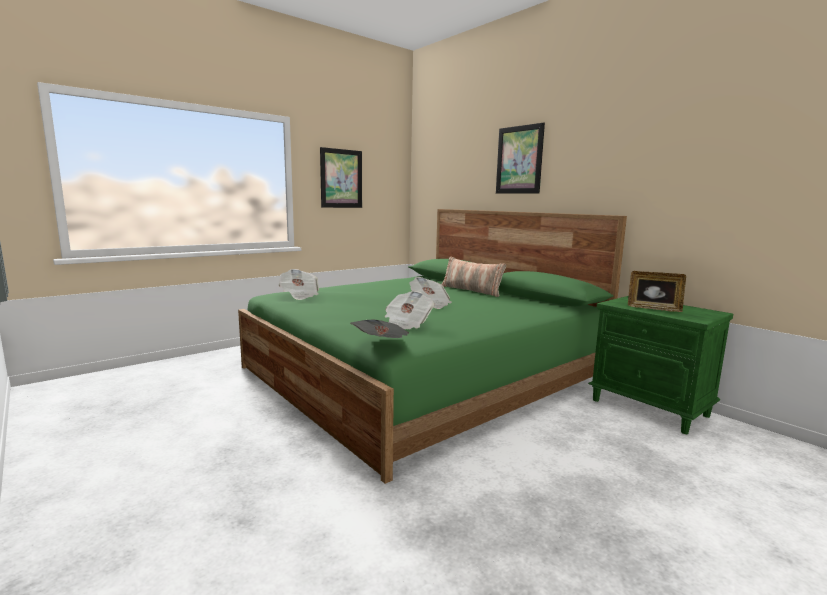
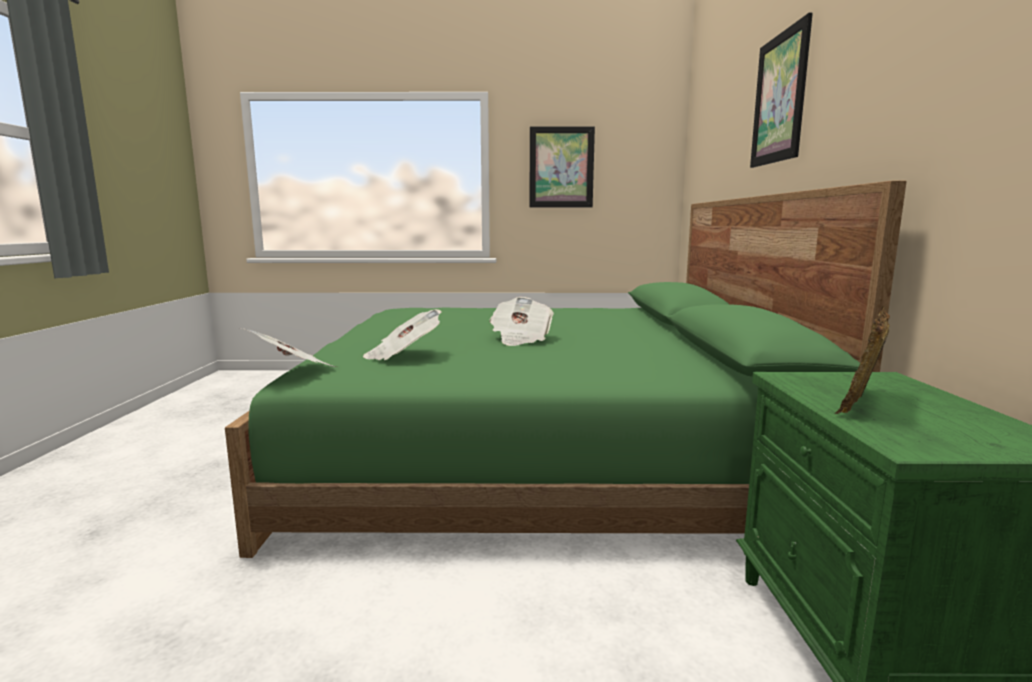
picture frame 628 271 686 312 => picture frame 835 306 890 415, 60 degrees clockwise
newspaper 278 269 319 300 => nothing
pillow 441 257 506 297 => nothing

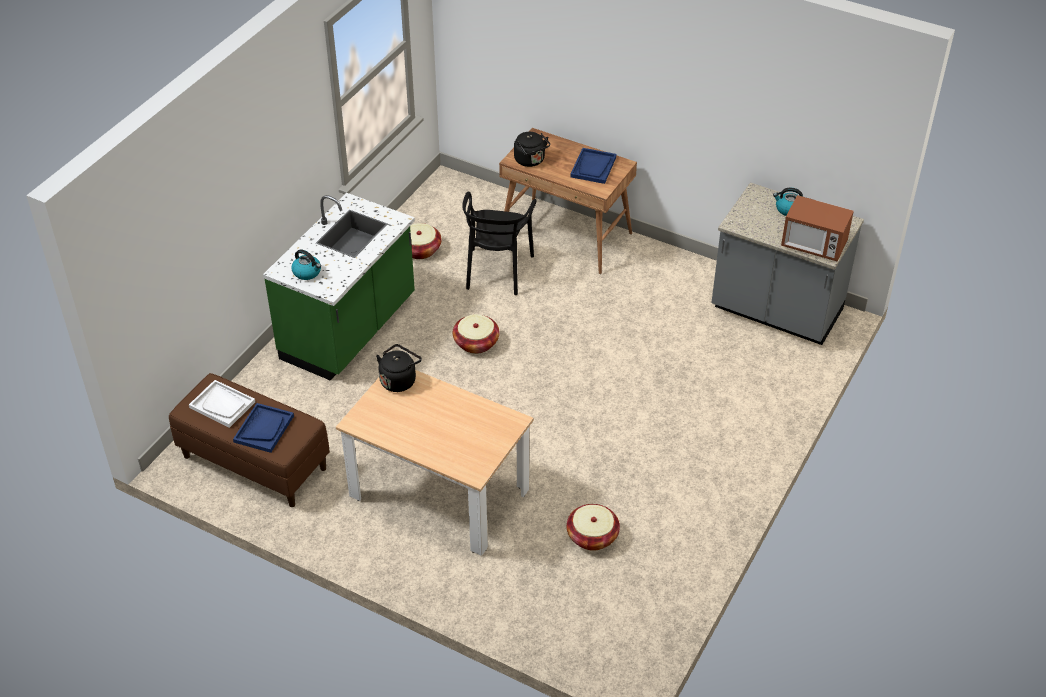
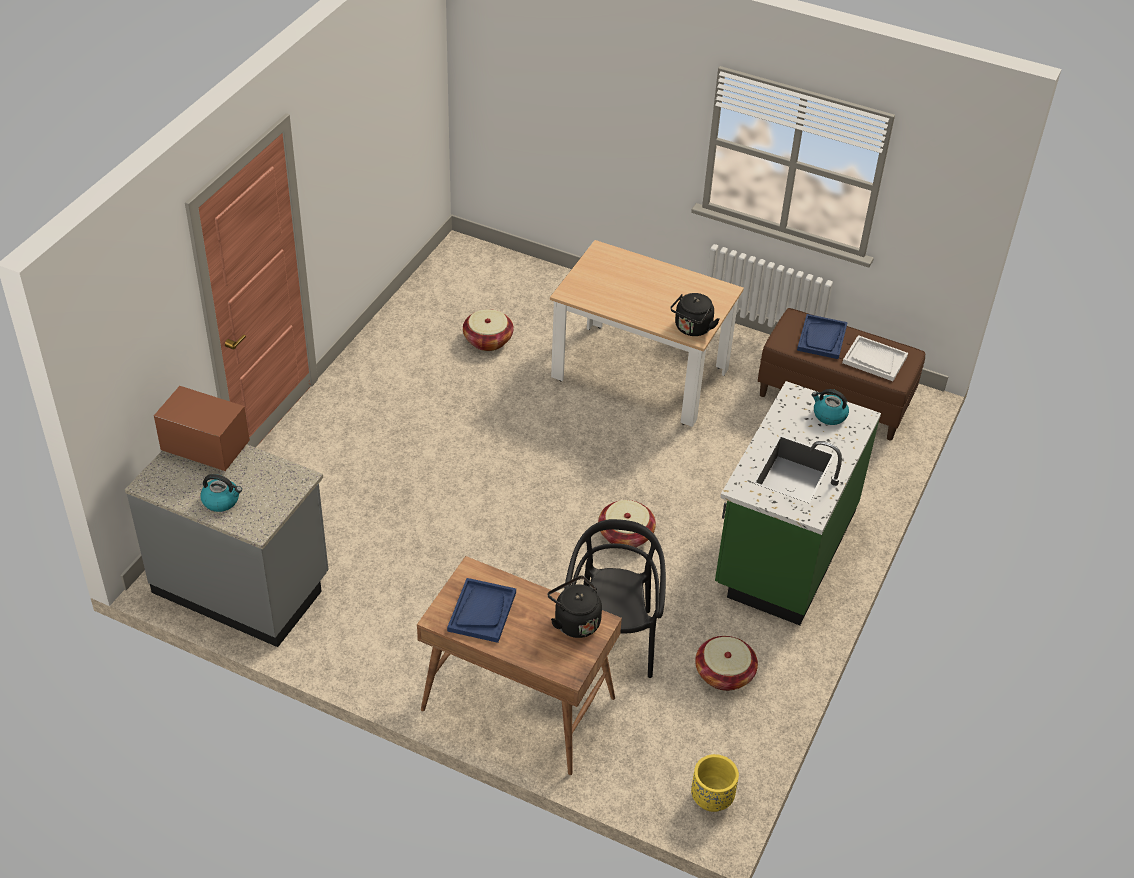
nothing => planter (yellow) 691 754 739 812

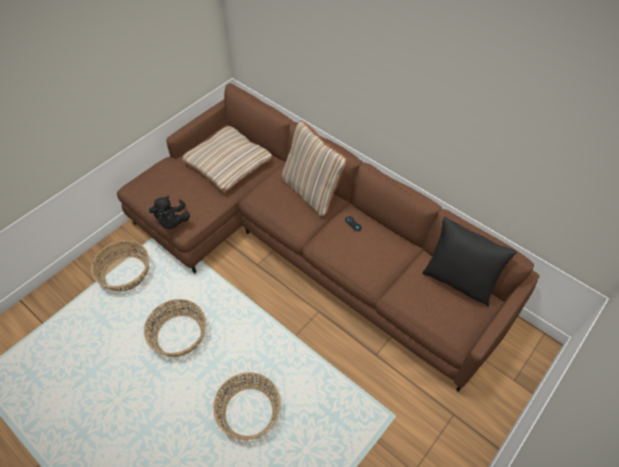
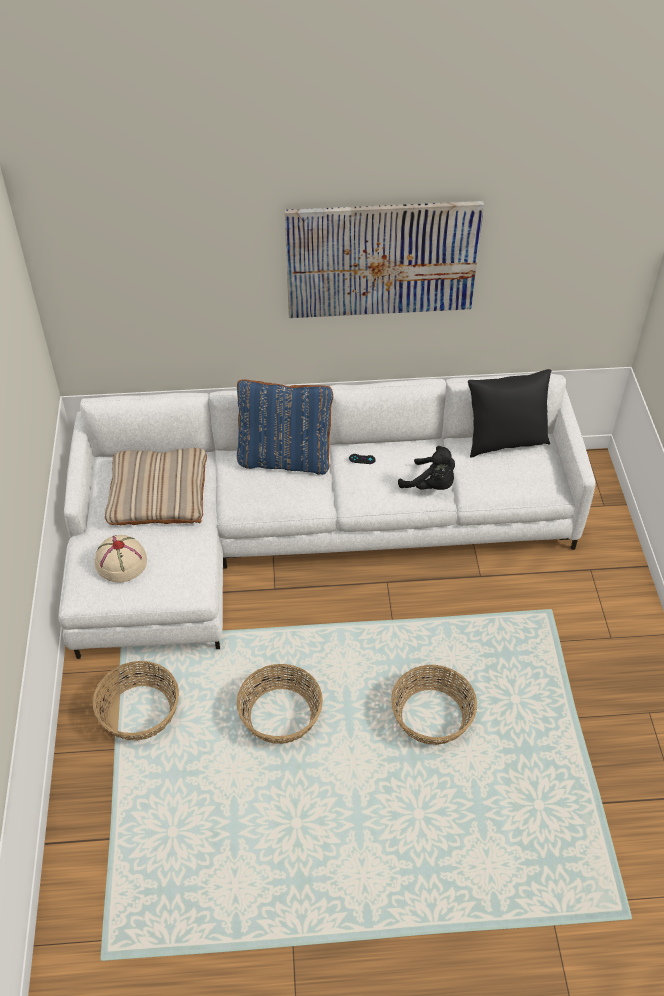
sofa (brown) 117 83 540 392 => sofa (white) 58 374 596 659
nothing => hat (beige) 94 535 147 583
pillow (beige) 282 121 348 216 => pillow (blue) 237 379 333 475
nothing => picture 285 201 484 318
plush toy (black) 149 196 190 229 => plush toy (black) 398 446 455 490, moved

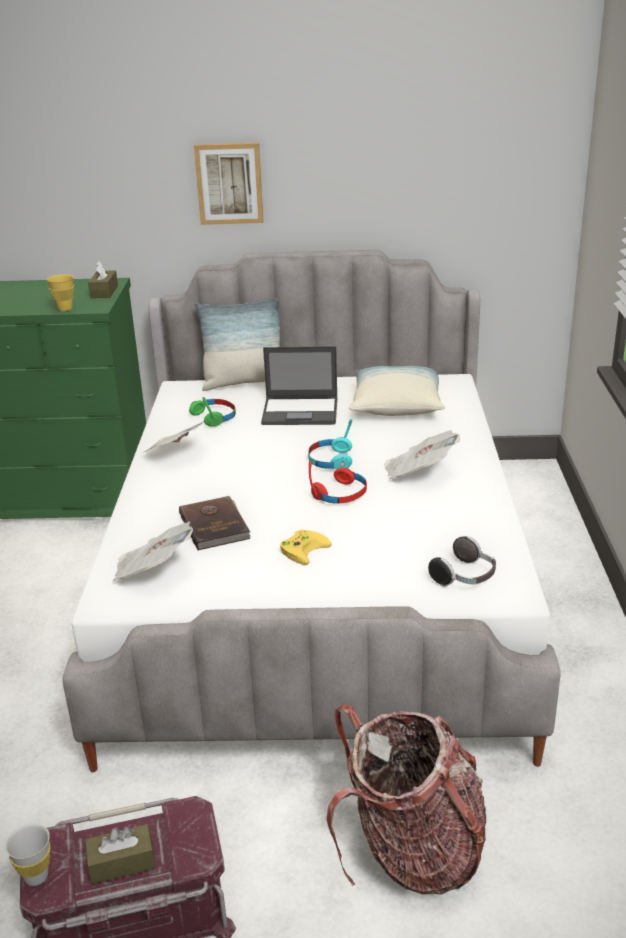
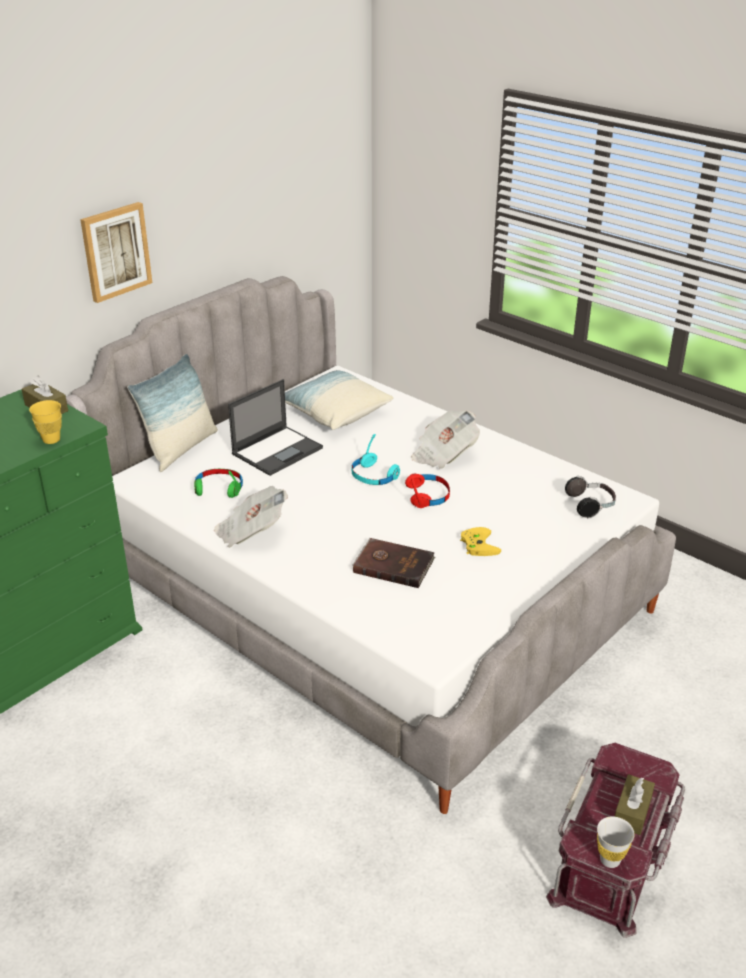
newspaper 113 522 193 581 => nothing
backpack 326 704 486 895 => nothing

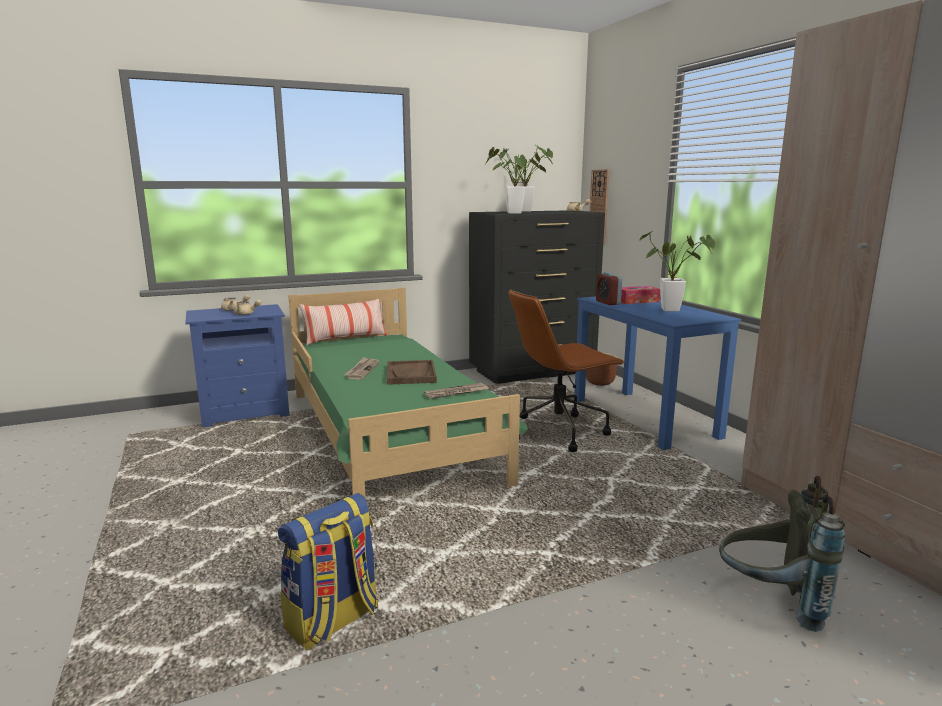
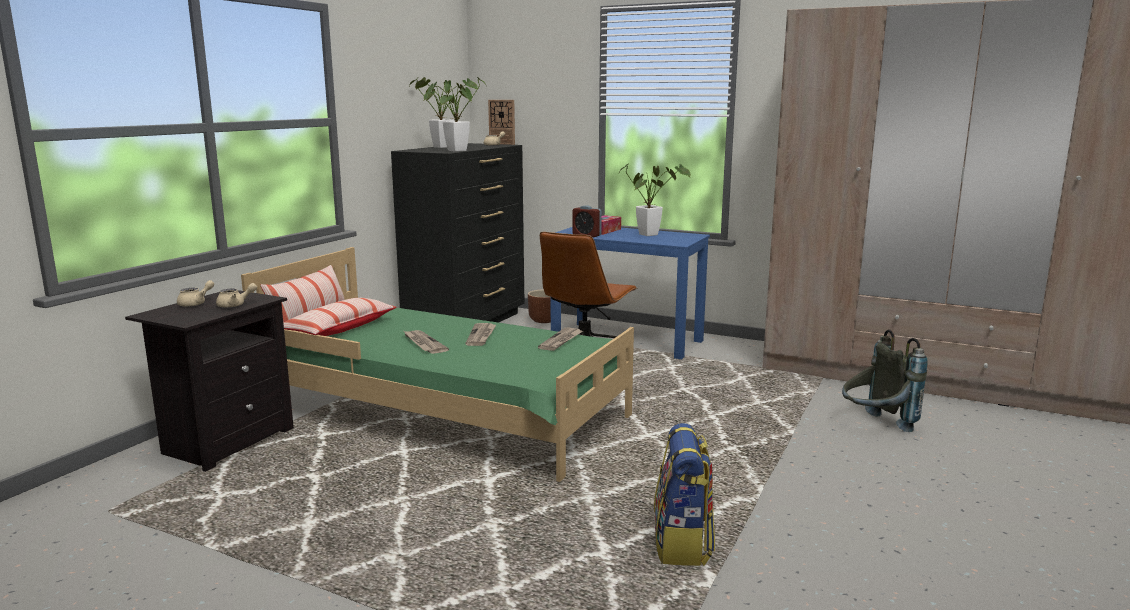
nightstand (blue) 185 304 290 428 => nightstand (black) 125 290 294 472
nothing => pillow 283 298 396 336
tray (brown) 387 360 437 385 => newspaper 465 323 496 346

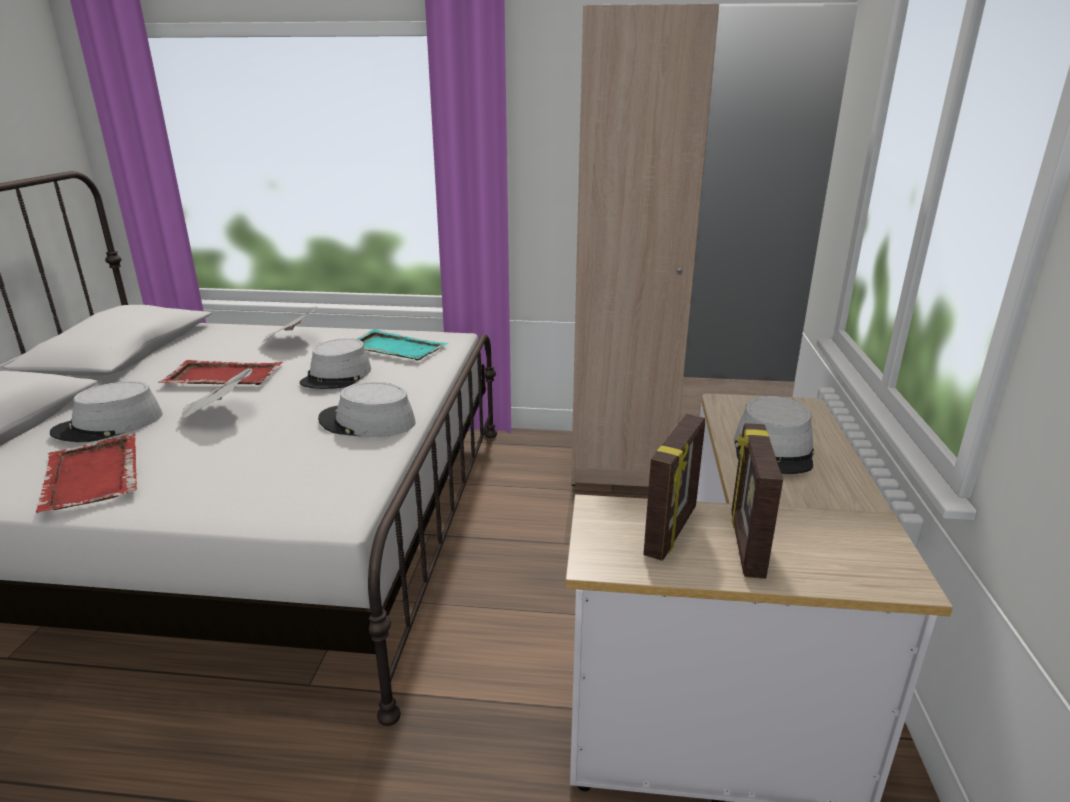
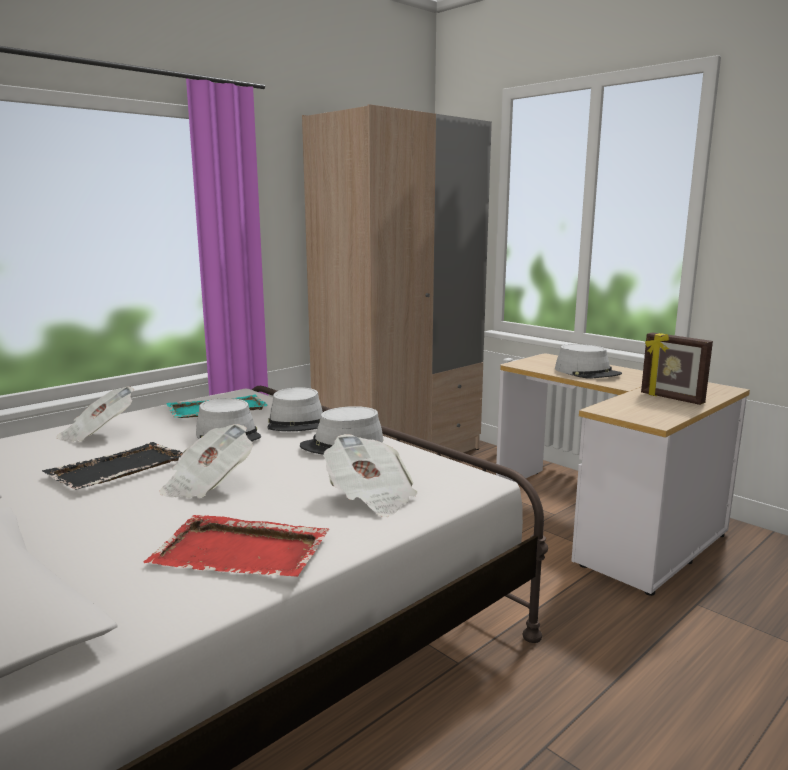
tray (red) 158 360 283 385 => tray (black) 43 442 183 490
hat (grey) 50 381 163 442 => hat (grey) 267 387 323 431, moved
nothing => newspaper 323 434 417 517
picture frame 643 414 705 561 => nothing

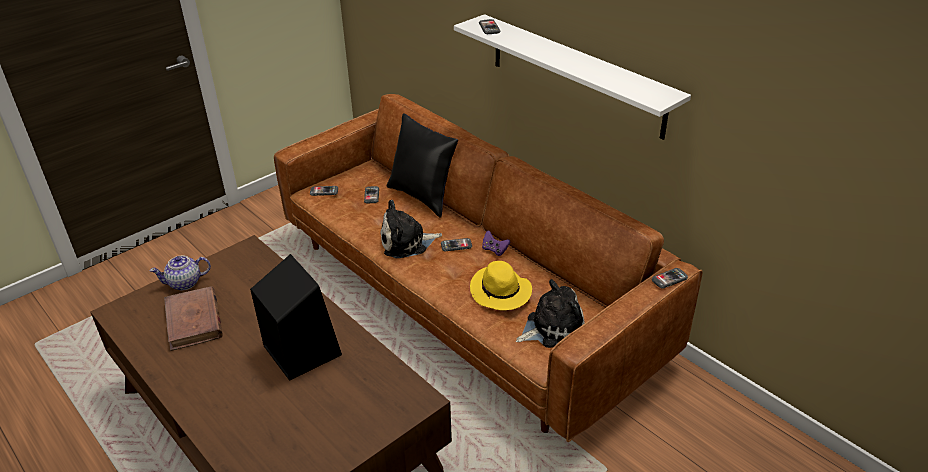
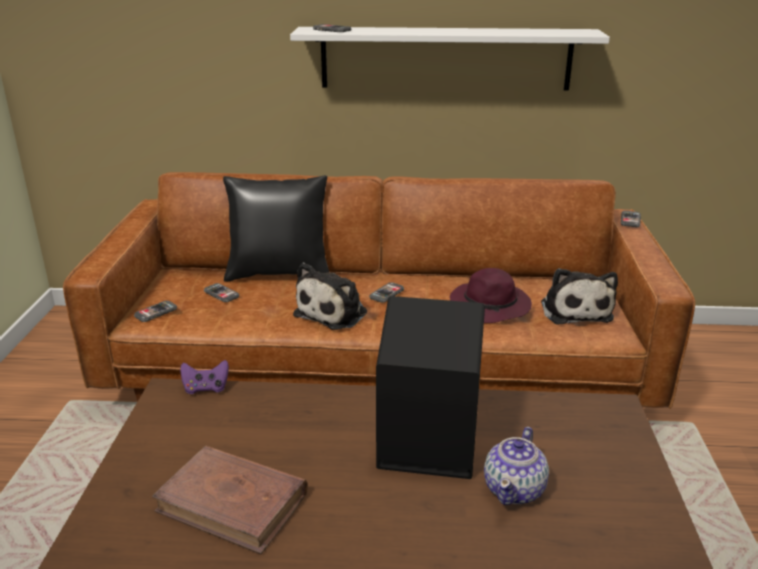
game controller (purple) 482 230 510 256 => game controller (purple) 180 360 229 394, moved
hat (yellow) 470 261 532 310 => hat (purple) 450 268 532 323
teapot 149 255 211 291 => teapot 484 427 549 505, moved
plush toy 516 279 585 348 => plush toy 541 268 618 325, 150 degrees clockwise

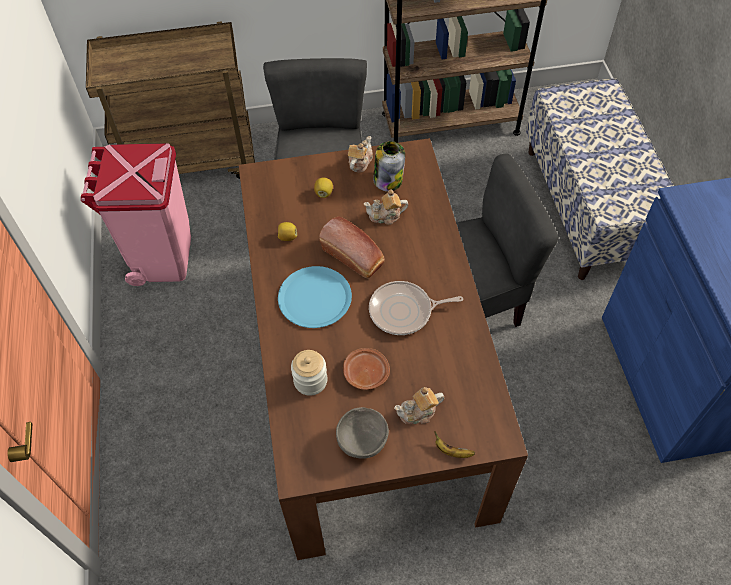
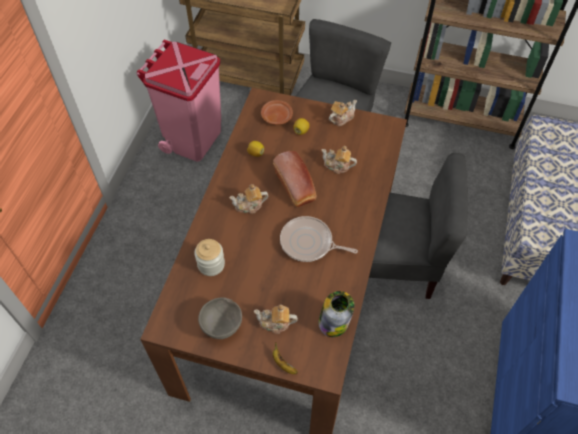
plate (blue) 278 266 352 328 => teapot 229 184 268 213
plate (brown) 343 348 390 390 => plate (brown) 261 100 293 125, moved
jar 373 141 405 192 => jar 319 291 354 337, moved

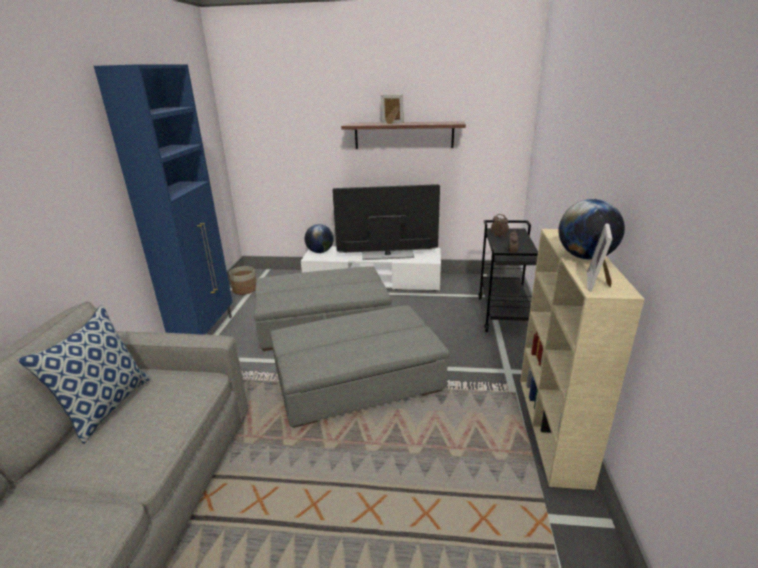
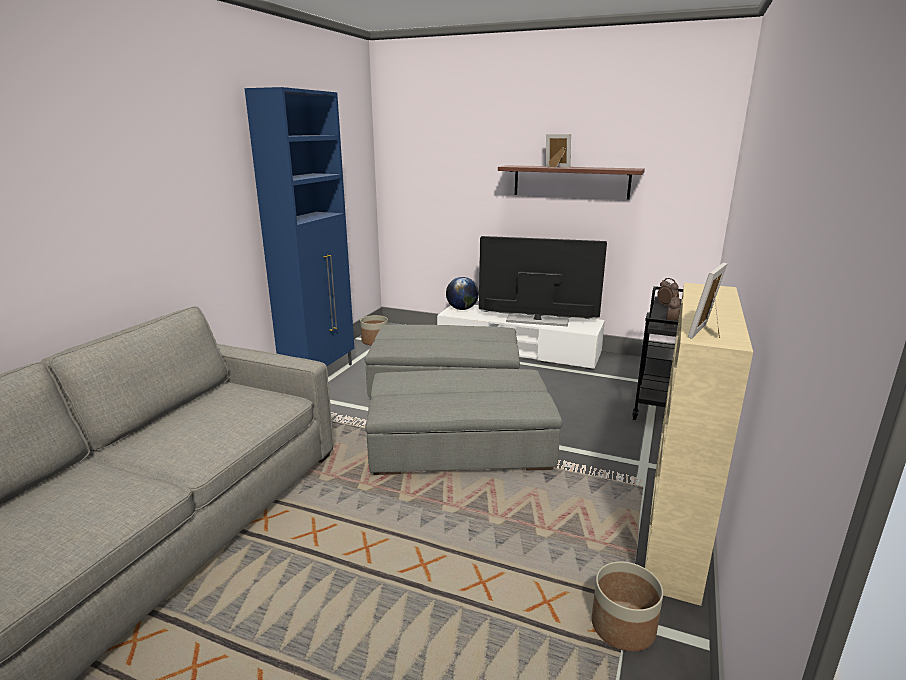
nothing => planter 592 561 663 652
pillow 17 305 151 444 => nothing
globe 558 199 625 260 => nothing

